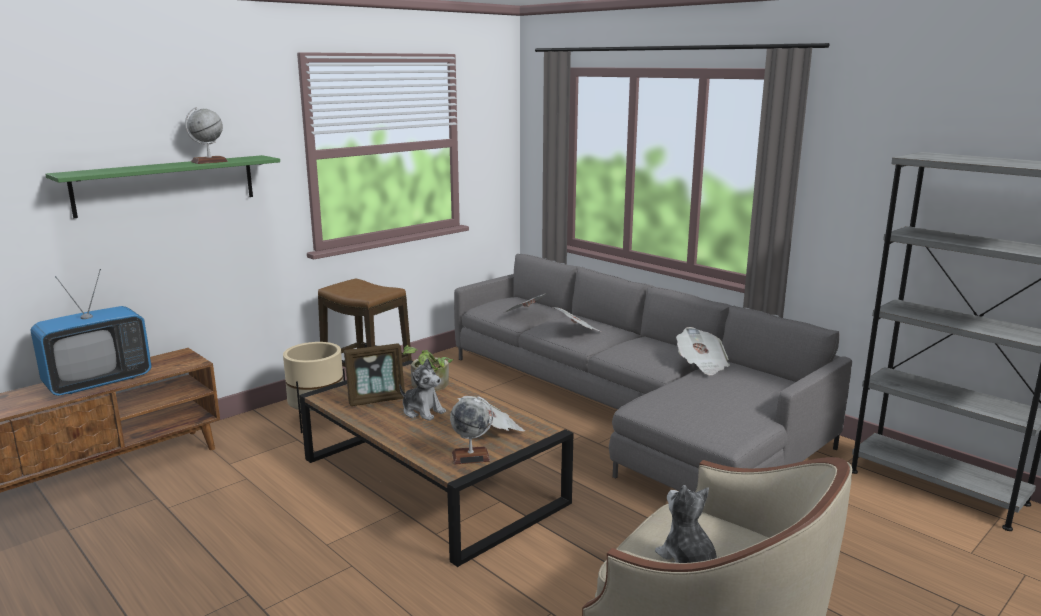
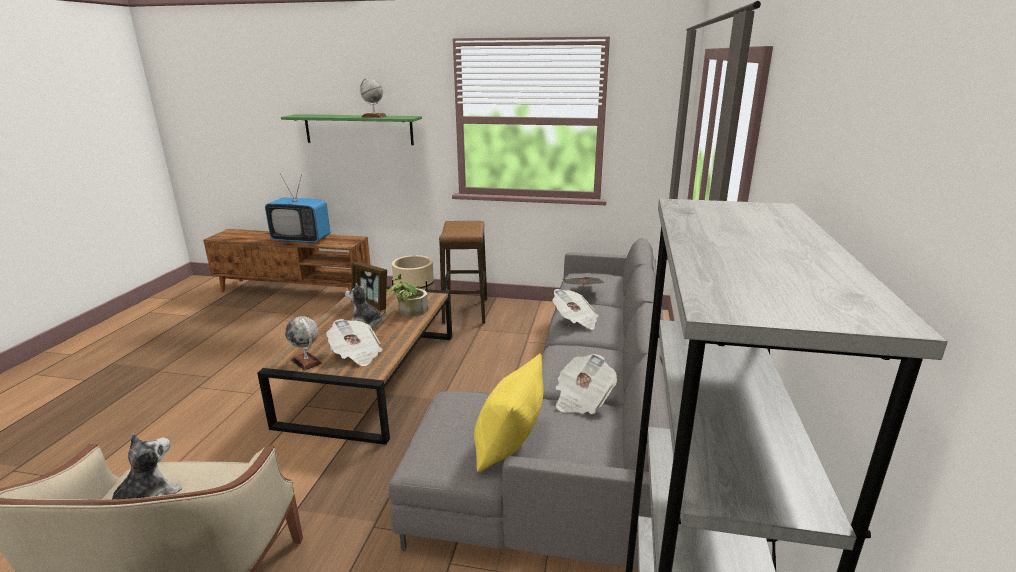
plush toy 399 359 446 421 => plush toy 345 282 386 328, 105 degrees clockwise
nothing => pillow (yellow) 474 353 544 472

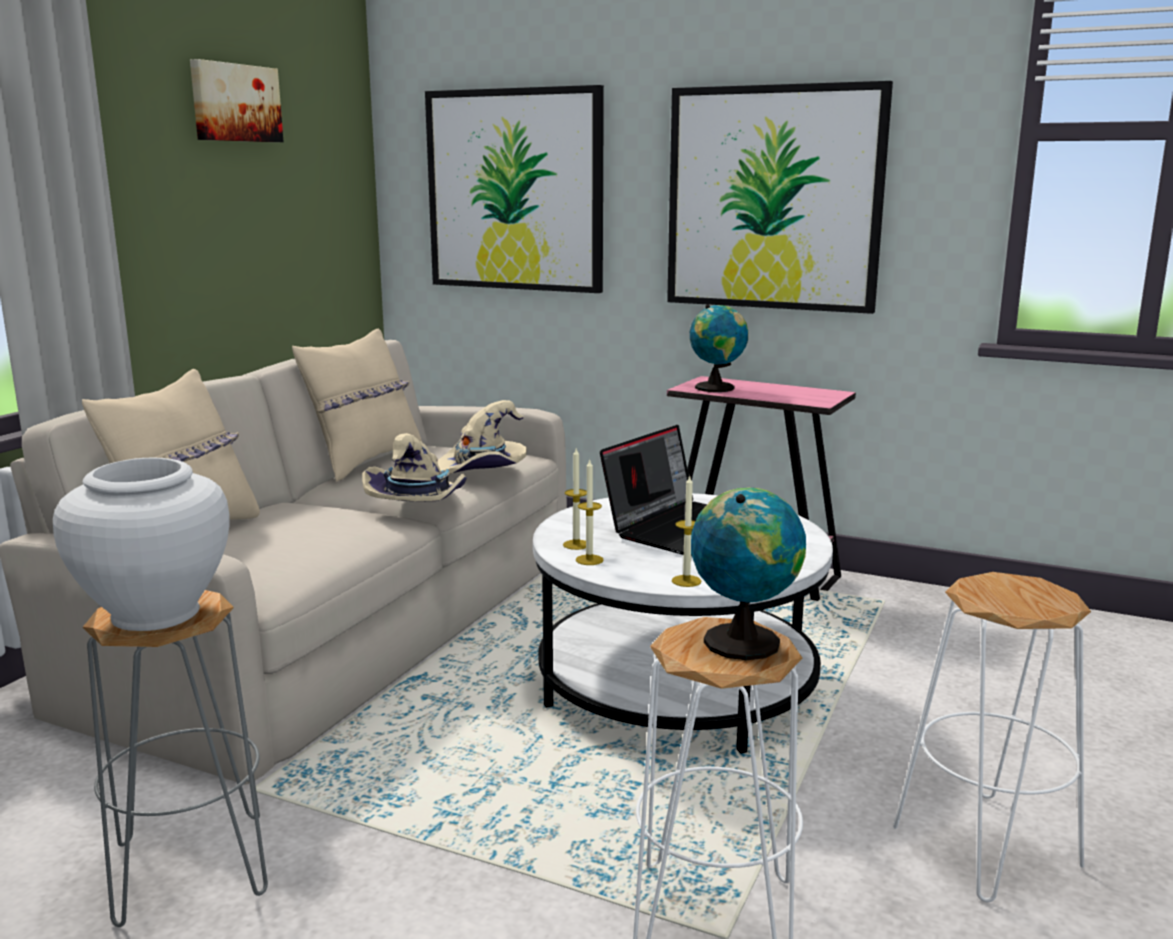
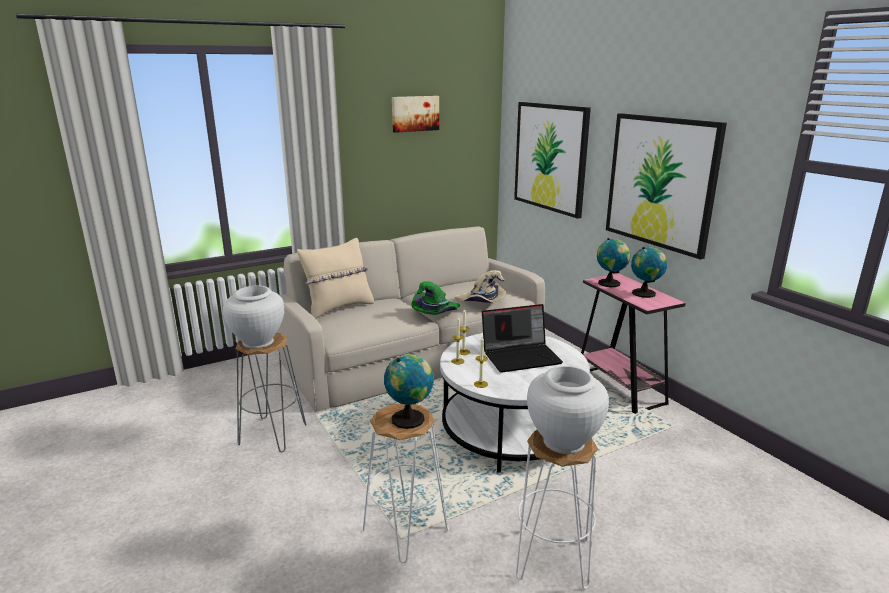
hat (beige) 362 433 467 501 => hat (green) 411 281 460 315
nothing => vase (white) 527 366 609 454
nothing => globe 631 247 667 298
pillow (beige) 292 329 422 482 => nothing

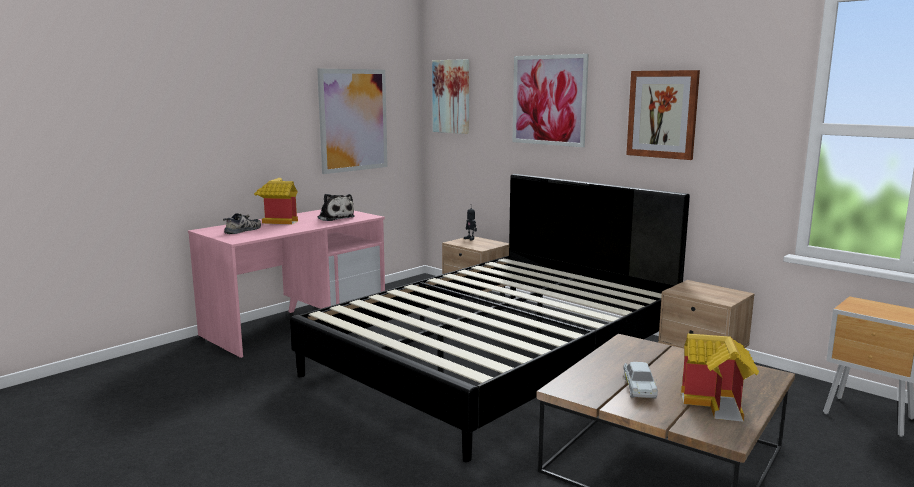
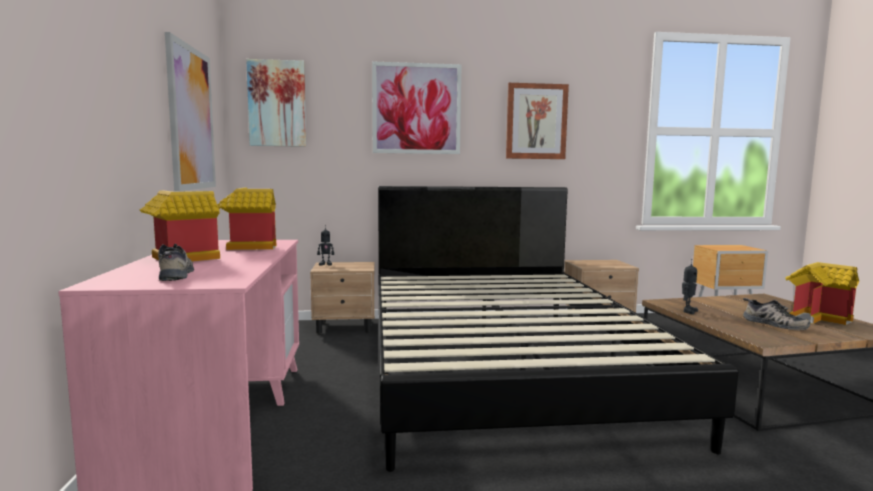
plush toy 317 194 355 221 => toy house 217 187 276 250
nothing => toy robot 682 259 698 314
toy car (white) 623 362 658 398 => shoe 743 298 810 330

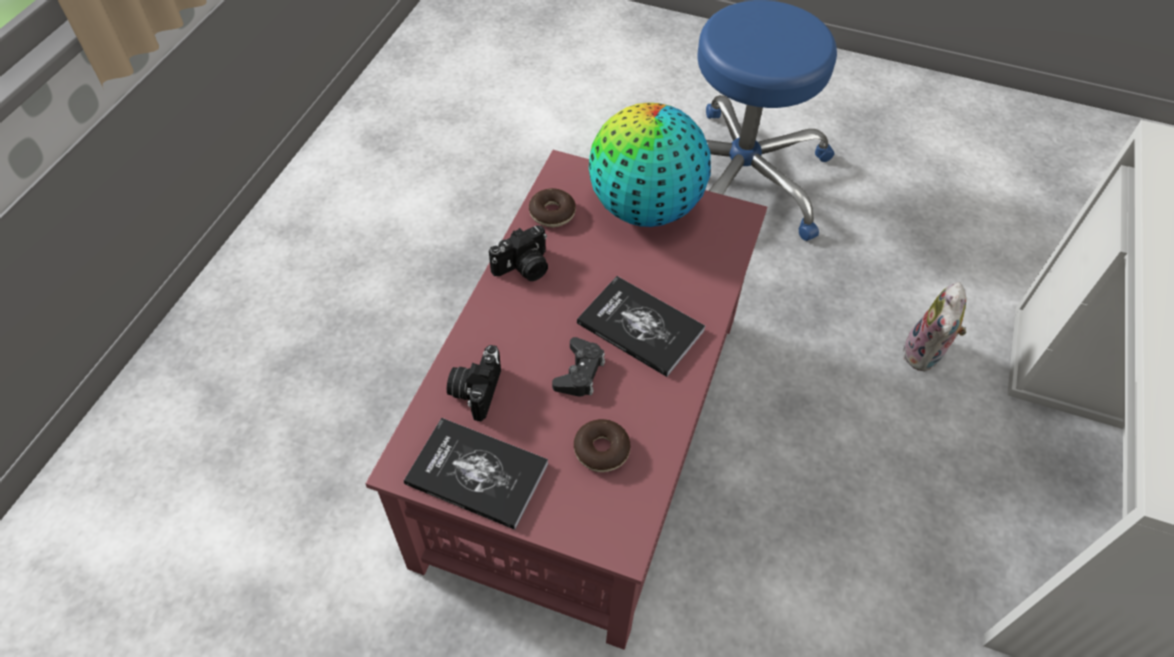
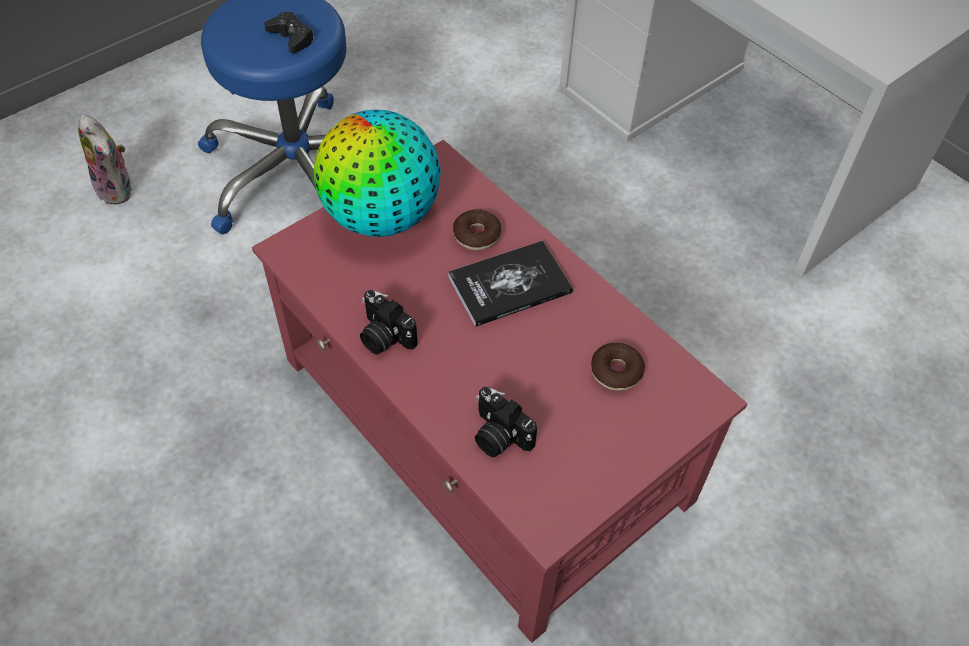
plush toy 903 282 967 372 => plush toy 78 114 132 205, moved
game controller (black) 552 337 605 396 => game controller (black) 264 12 314 53, moved
photo camera 489 226 548 281 => photo camera 360 290 418 355, 135 degrees clockwise
donut 529 188 576 227 => donut 453 209 501 250, moved
book 404 418 548 530 => nothing

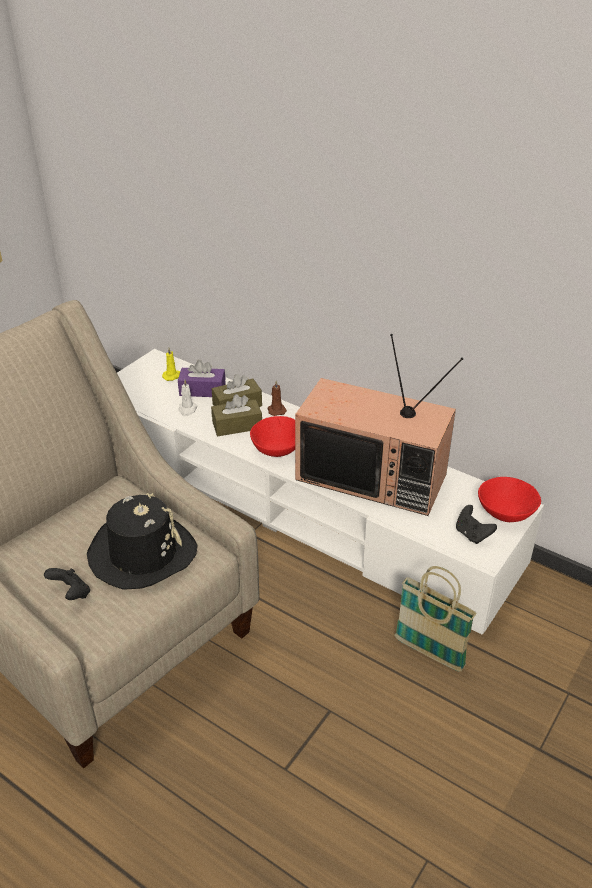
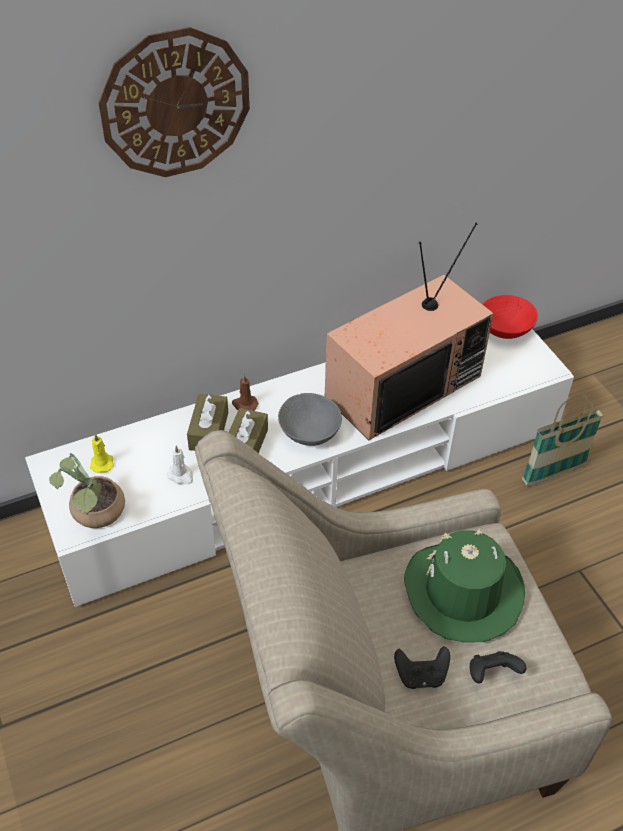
nothing => potted plant 49 453 125 528
nothing => wall clock 98 27 250 177
bowl (red) 250 416 295 457 => bowl (grey) 278 393 342 446
game controller (black) 456 505 497 544 => game controller (black) 394 646 450 689, moved
hat (black) 87 493 198 590 => hat (green) 404 528 525 643
tissue box (purple) 178 360 226 397 => nothing

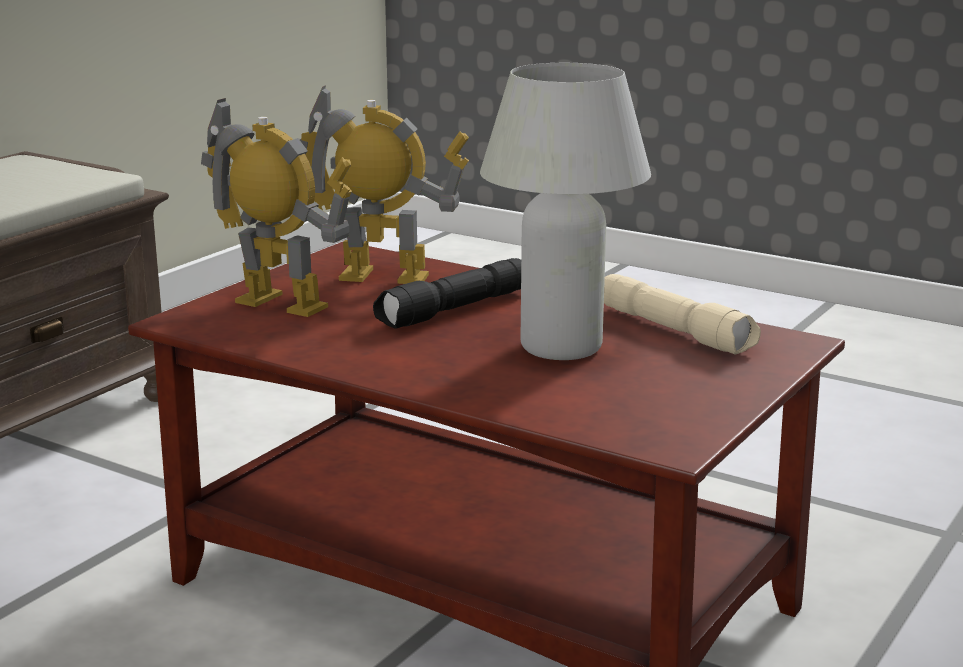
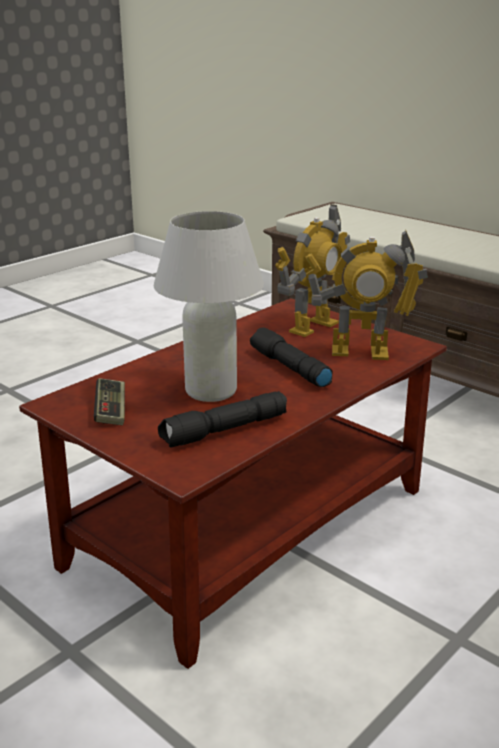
nothing => game controller 94 378 125 425
flashlight (beige) 604 274 761 355 => flashlight (black) 158 391 287 448
toy robot 296 85 469 284 => toy robot 304 229 428 360, 75 degrees clockwise

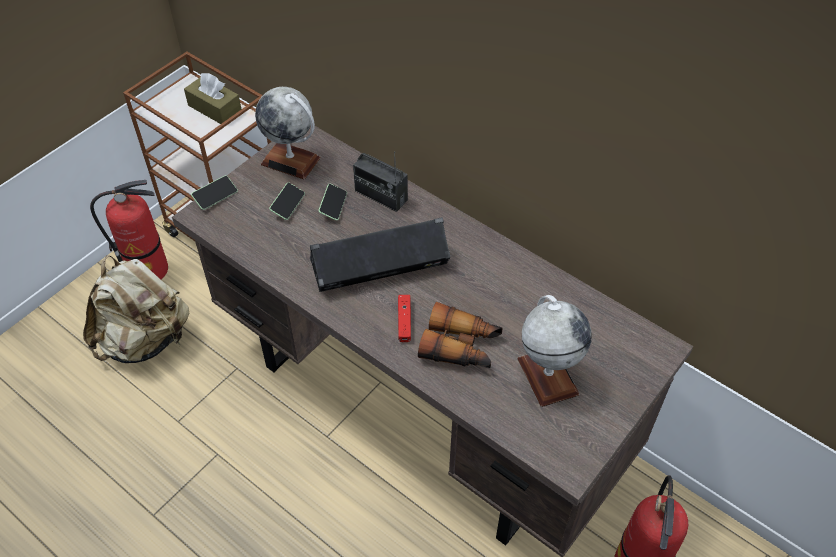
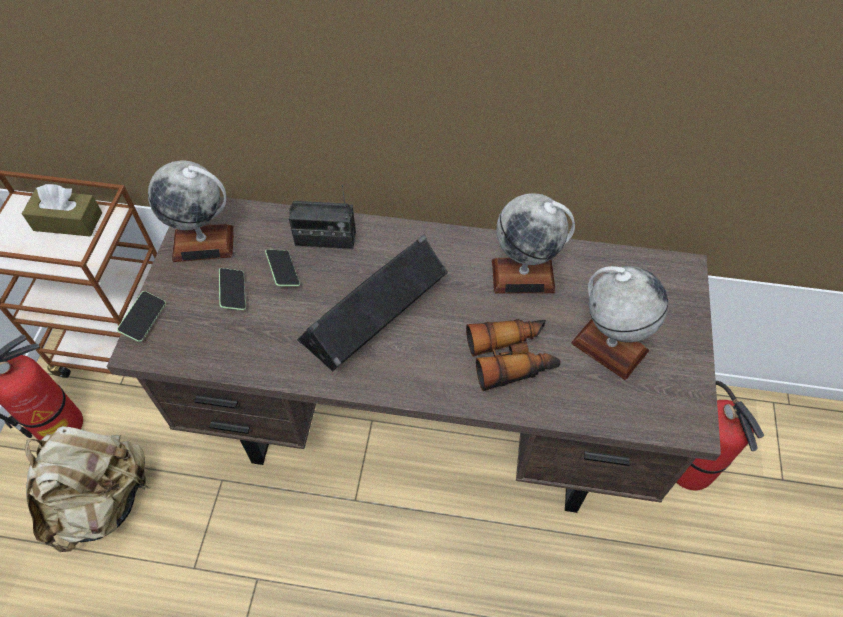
nothing => globe 492 193 575 293
game controller (red) 398 295 411 342 => nothing

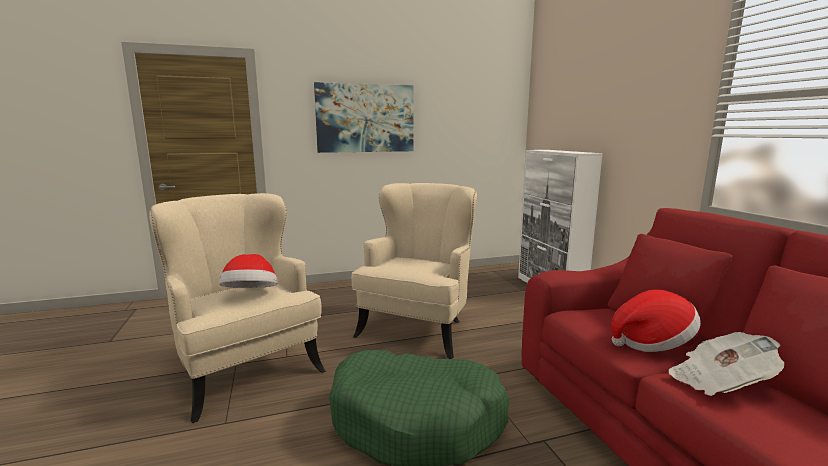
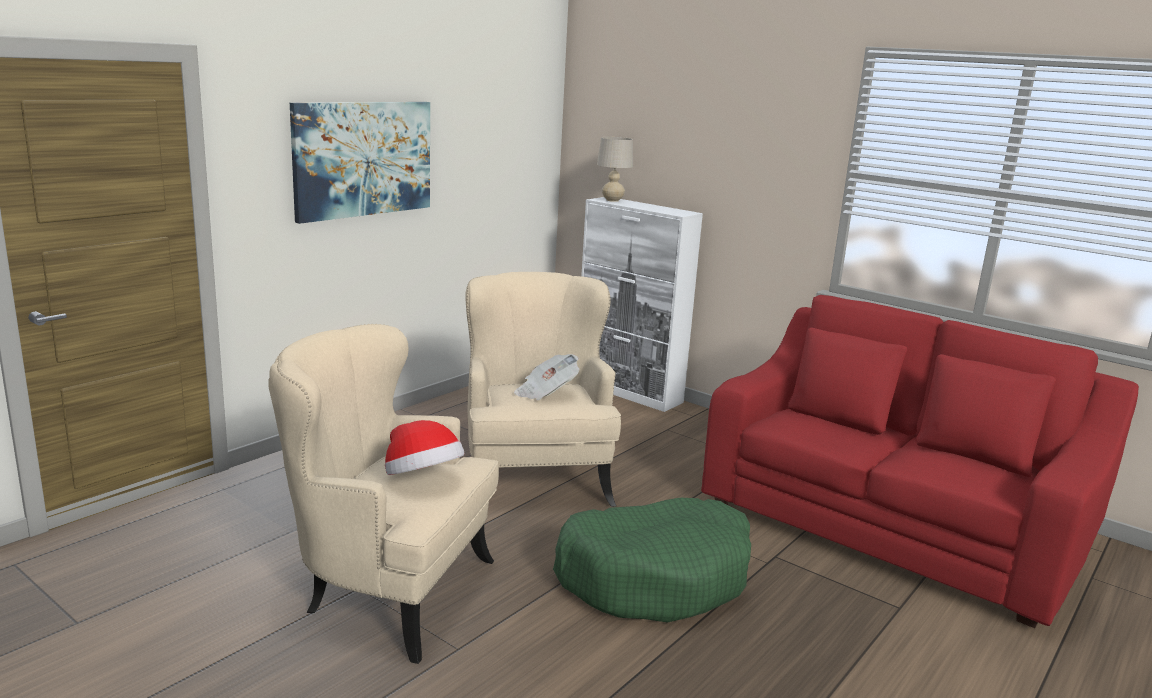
newspaper 669 332 784 396 => newspaper 514 354 579 400, moved
nothing => table lamp (beige) 597 137 633 202
hat 611 289 701 352 => nothing

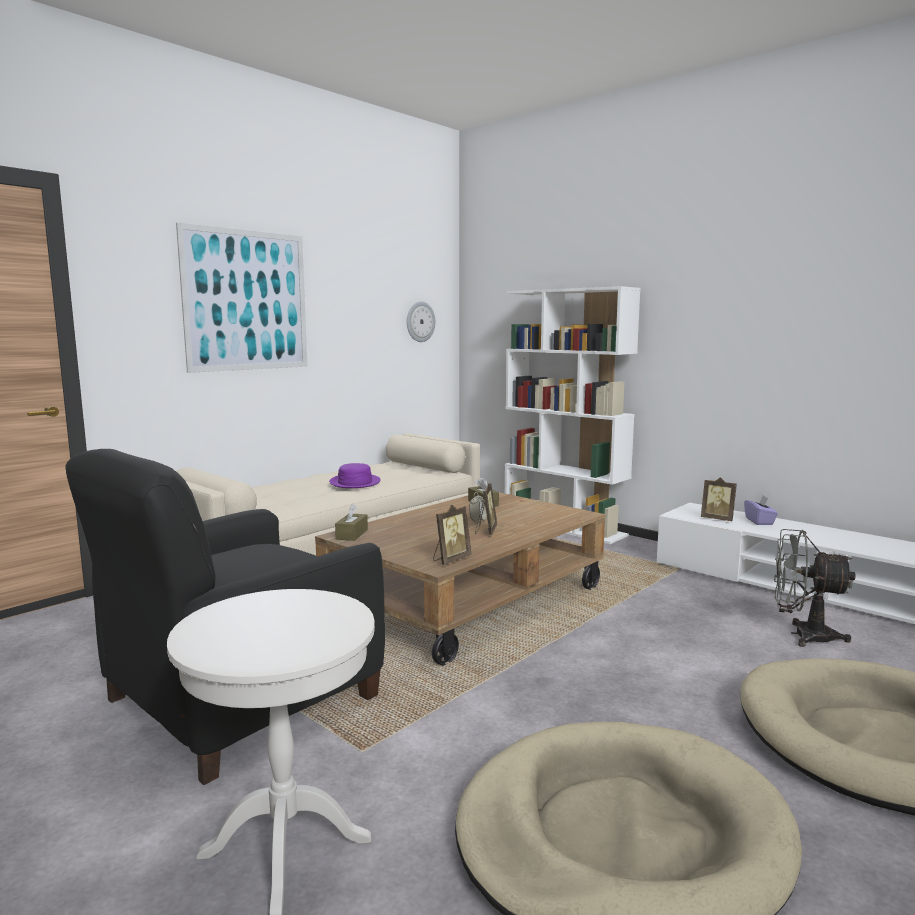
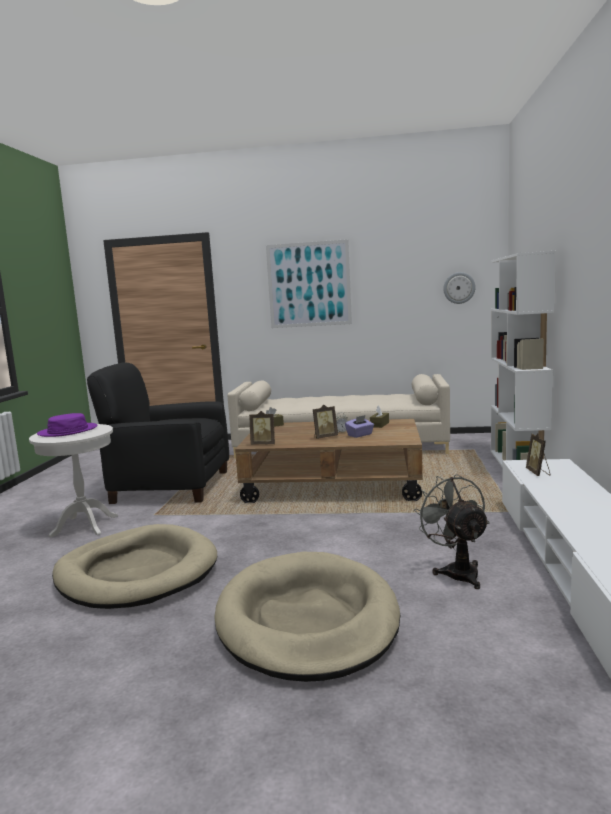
hat (purple) 329 463 381 488 => hat (purple) 37 413 98 437, moved
tissue box (purple) 744 496 778 525 => tissue box (purple) 345 415 374 438, moved

